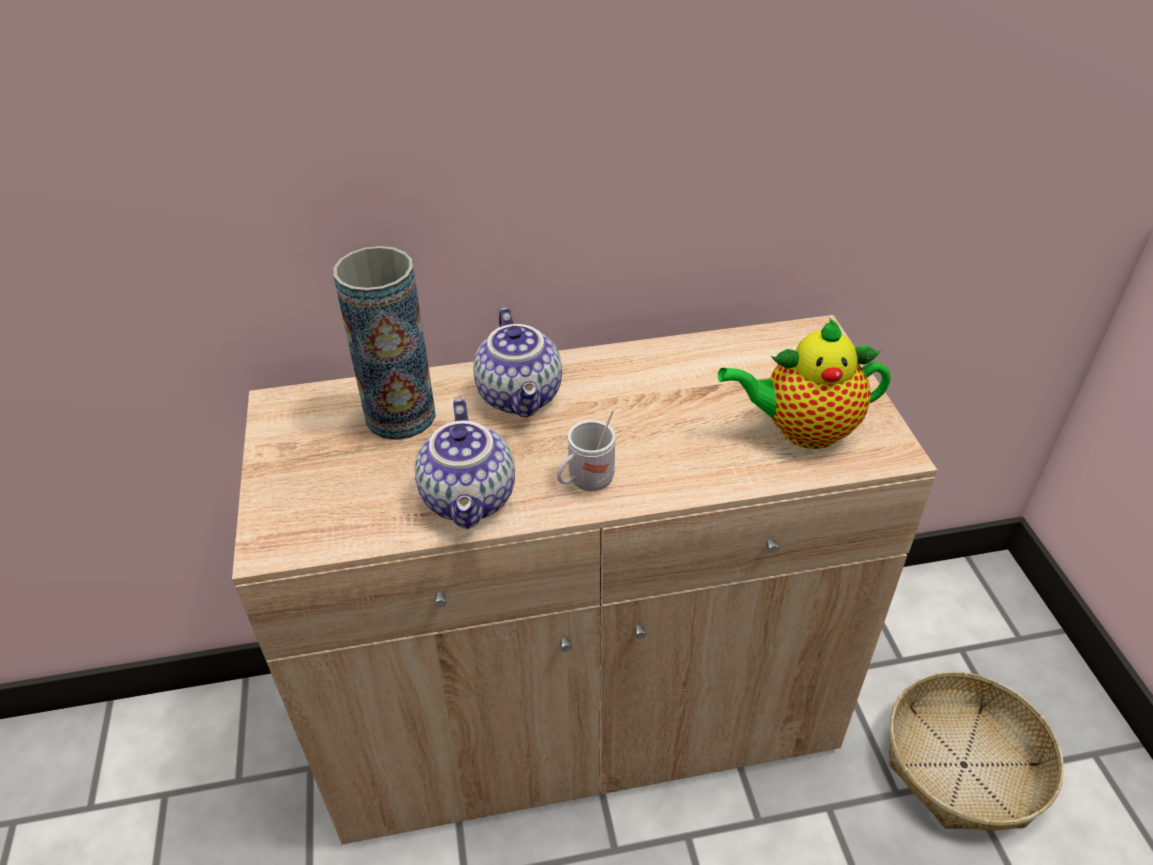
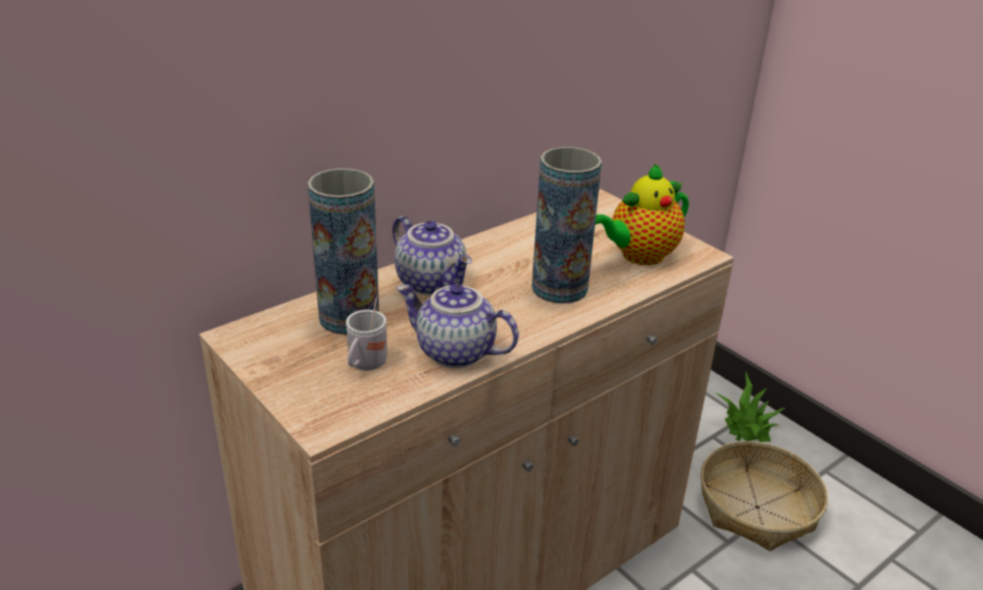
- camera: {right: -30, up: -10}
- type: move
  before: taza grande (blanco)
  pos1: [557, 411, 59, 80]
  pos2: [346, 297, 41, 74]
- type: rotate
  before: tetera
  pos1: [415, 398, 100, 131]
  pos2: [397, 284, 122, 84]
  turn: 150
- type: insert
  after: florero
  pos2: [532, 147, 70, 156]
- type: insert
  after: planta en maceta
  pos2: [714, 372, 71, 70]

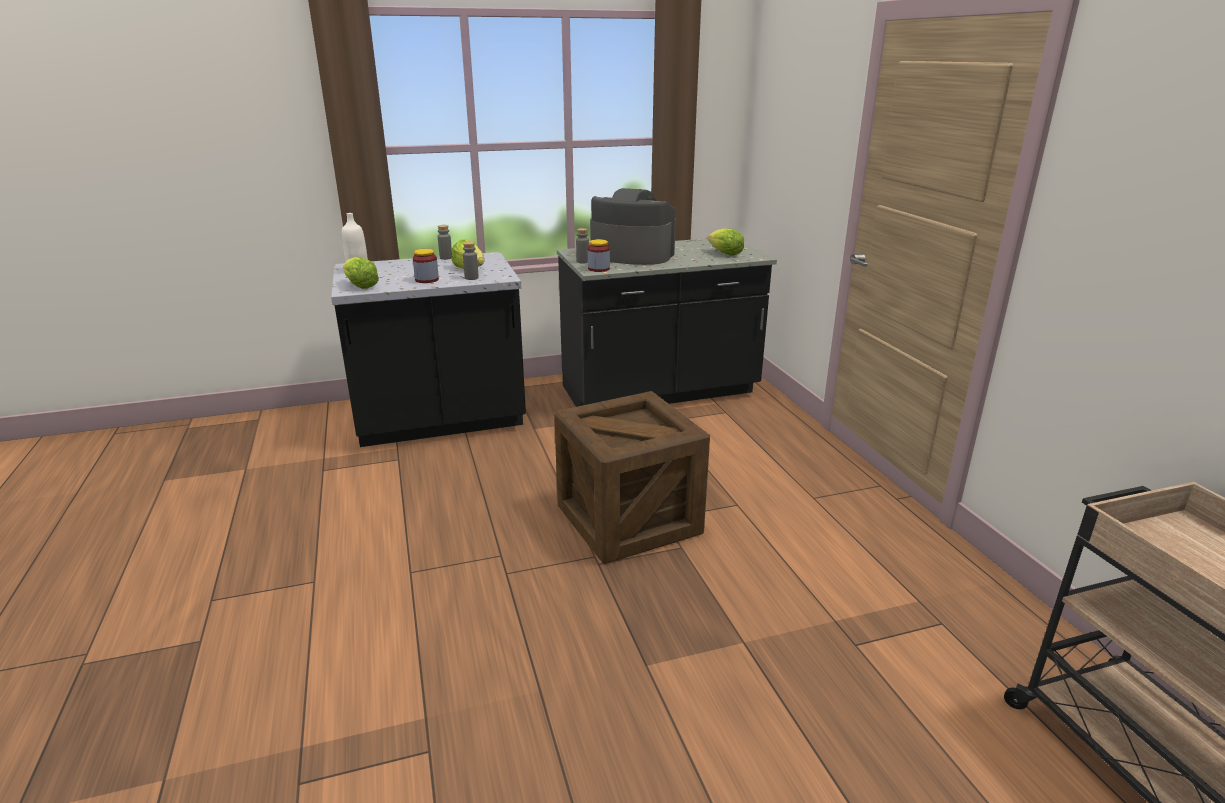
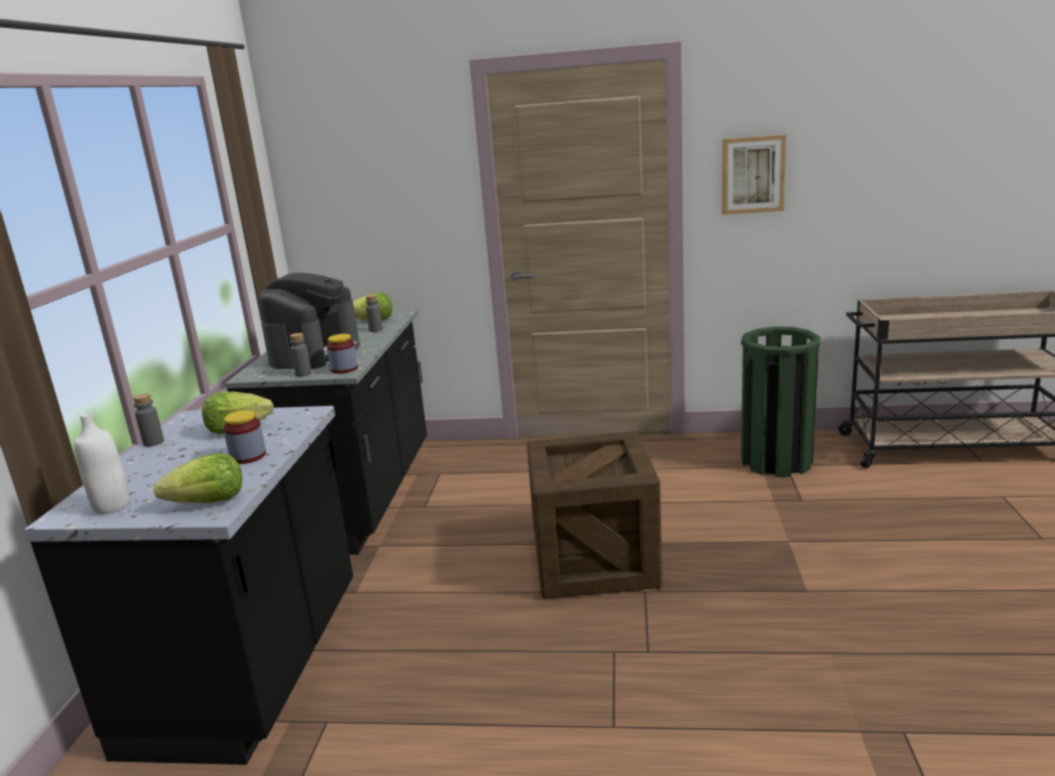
- camera: {right: -65, up: -5}
- type: rotate
  before: cafetera
  pos1: [590, 188, 86, 77]
  pos2: [258, 273, 102, 96]
  turn: 150
- type: move
  before: botella (gris)
  pos1: [463, 242, 16, 38]
  pos2: [365, 295, 18, 37]
- type: insert
  after: cuadro
  pos2: [722, 135, 64, 80]
- type: insert
  after: papelera (verde)
  pos2: [741, 326, 80, 151]

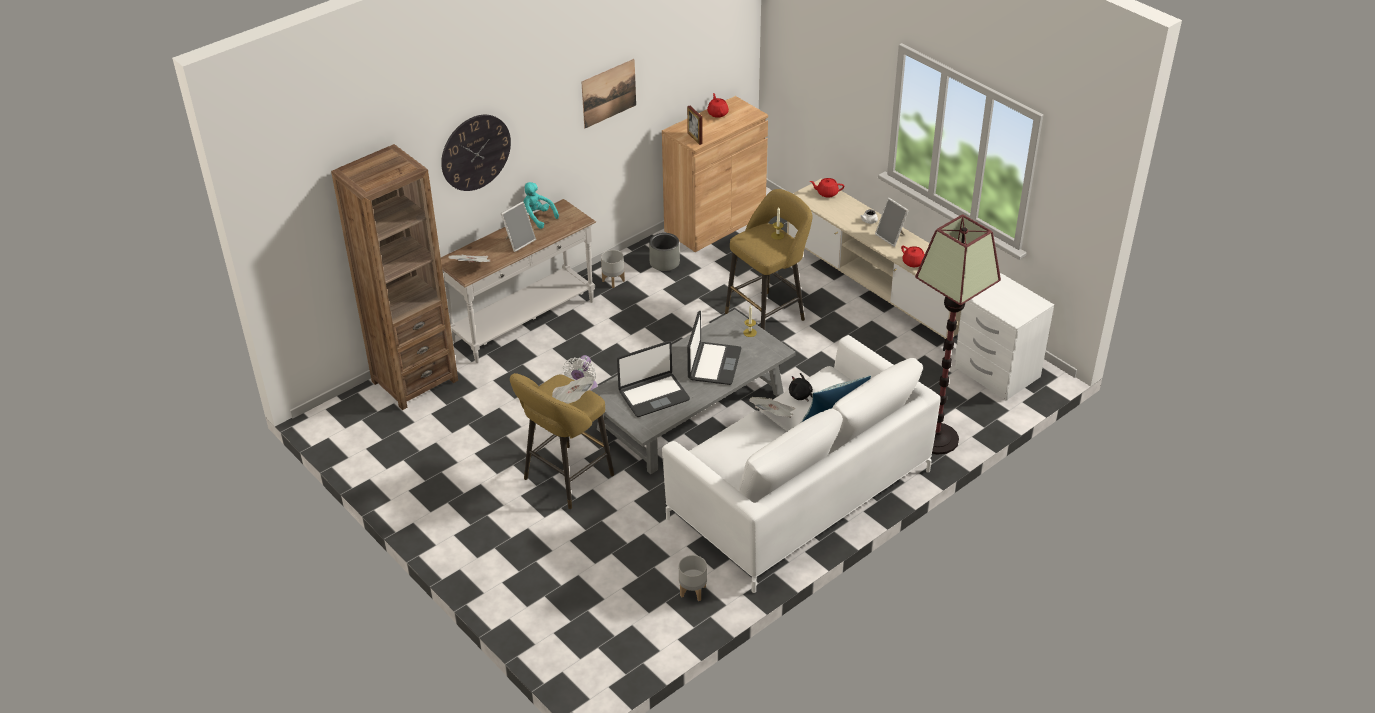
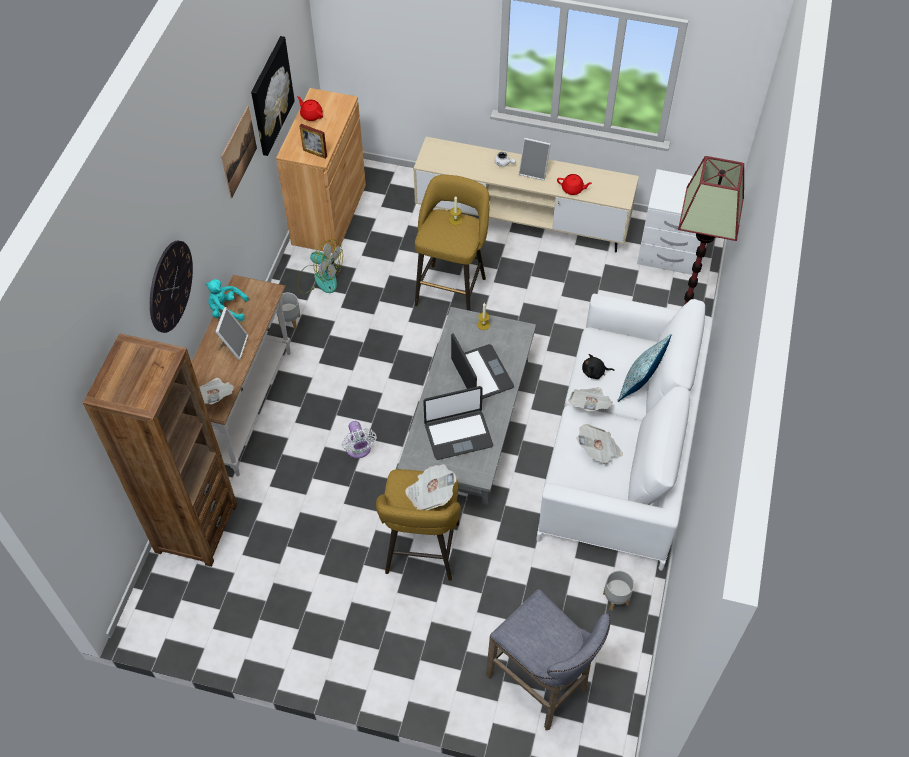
- camera: {right: -35, up: 15}
- type: insert
  after: cuadro
  pos2: [251, 36, 44, 120]
- type: replace
  before: maceta (gris)
  after: ventilador
  pos1: [649, 233, 31, 38]
  pos2: [297, 239, 46, 55]
- type: rotate
  before: portátil
  pos1: [617, 341, 73, 76]
  pos2: [423, 386, 70, 74]
  turn: 45
- type: insert
  after: taburete (gris)
  pos2: [486, 589, 124, 142]
- type: insert
  after: periódico
  pos2: [576, 424, 47, 40]
- type: delete
  before: tetera (rojo)
  pos1: [810, 178, 34, 20]

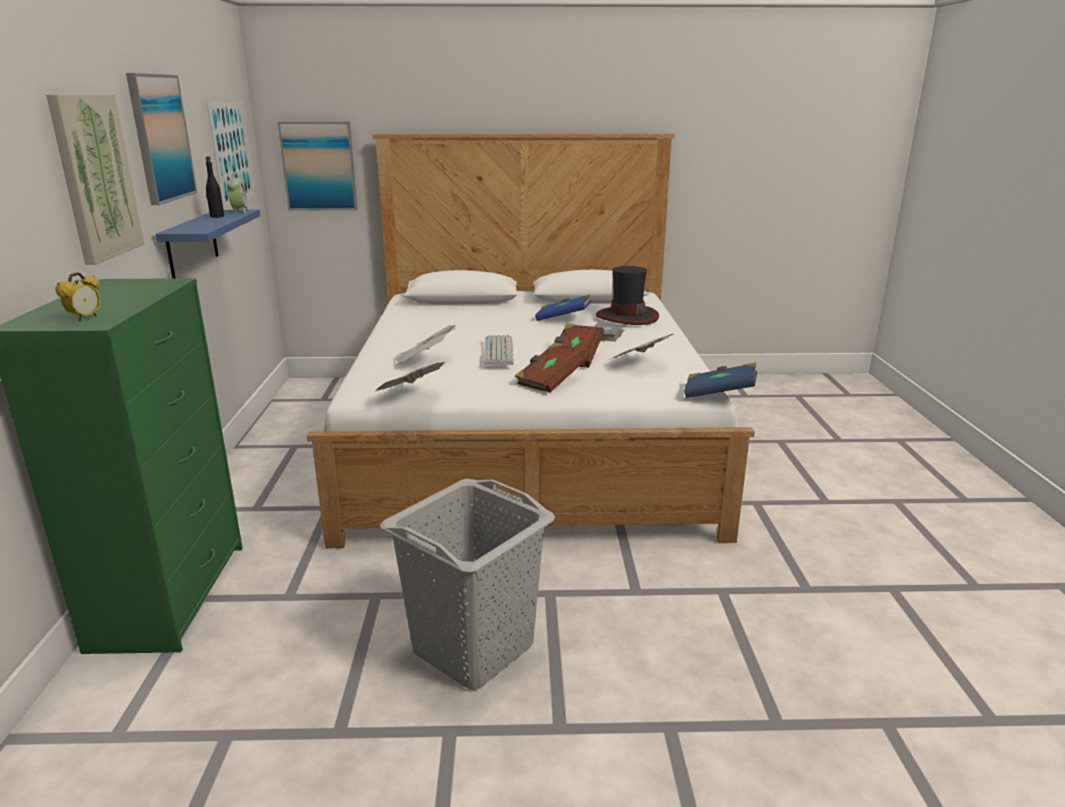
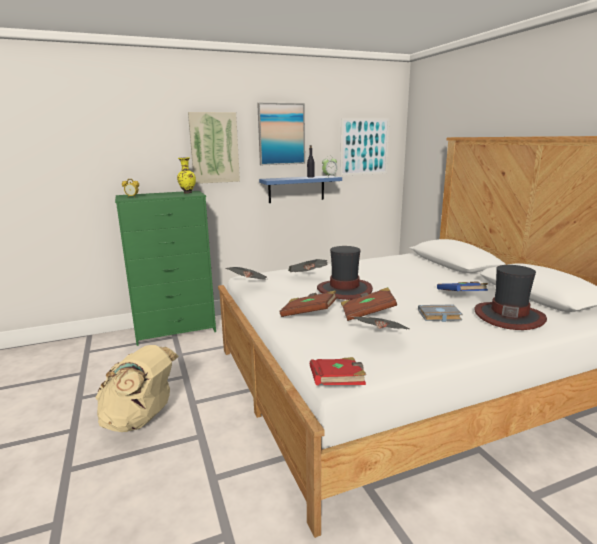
- camera: {right: 70, up: -5}
- type: replace
  before: cesto de la ropa (gris)
  after: mochila (beis)
  pos1: [380, 479, 175, 211]
  pos2: [96, 345, 83, 87]
- type: insert
  after: florero (amarillo)
  pos2: [177, 157, 19, 37]
- type: recolor
  before: libro (azul)
  after: libro (rojo)
  pos1: [684, 362, 73, 36]
  pos2: [310, 357, 56, 28]
- type: replace
  before: teclado
  after: sombrero
  pos1: [484, 335, 29, 30]
  pos2: [317, 246, 56, 54]
- type: delete
  before: cuadro
  pos1: [278, 122, 79, 88]

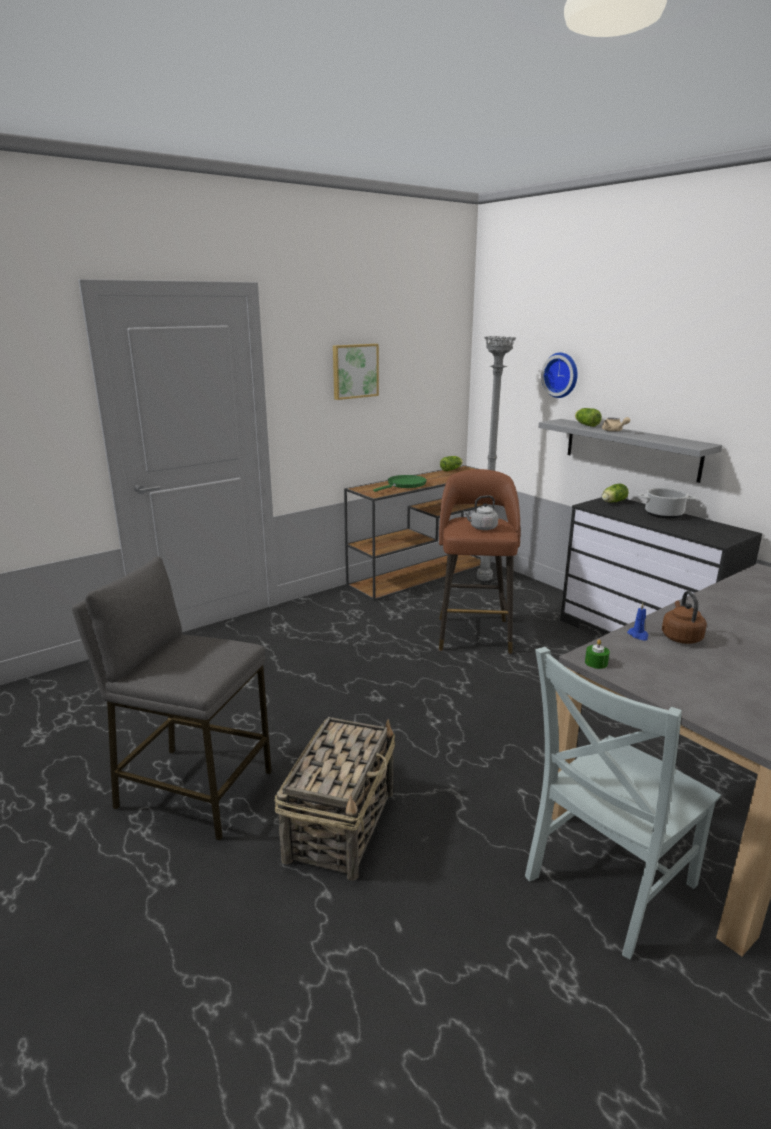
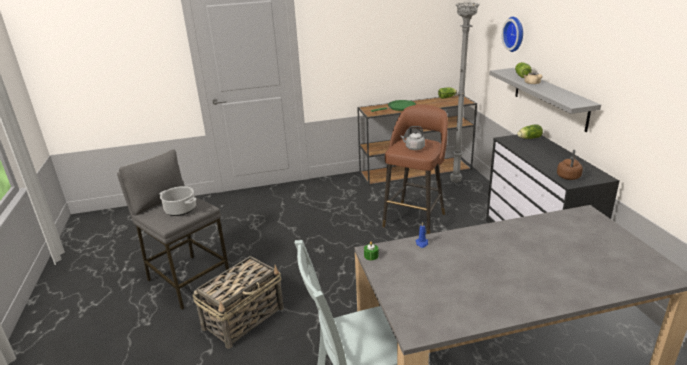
- camera: {right: 25, up: 5}
- type: move
  before: olla
  pos1: [638, 488, 58, 30]
  pos2: [160, 186, 36, 30]
- type: move
  before: hervidor (marrón)
  pos1: [662, 591, 45, 53]
  pos2: [557, 150, 26, 30]
- type: delete
  before: cuadro
  pos1: [333, 344, 46, 56]

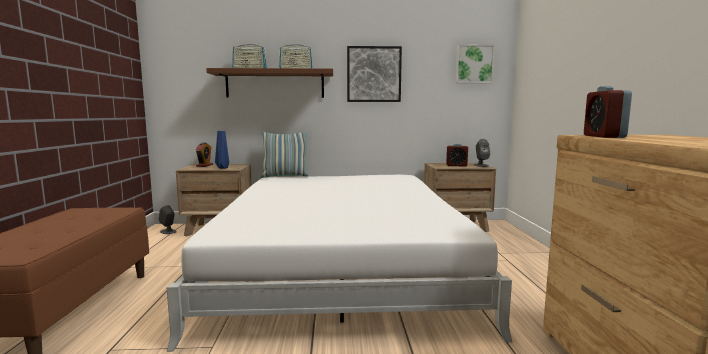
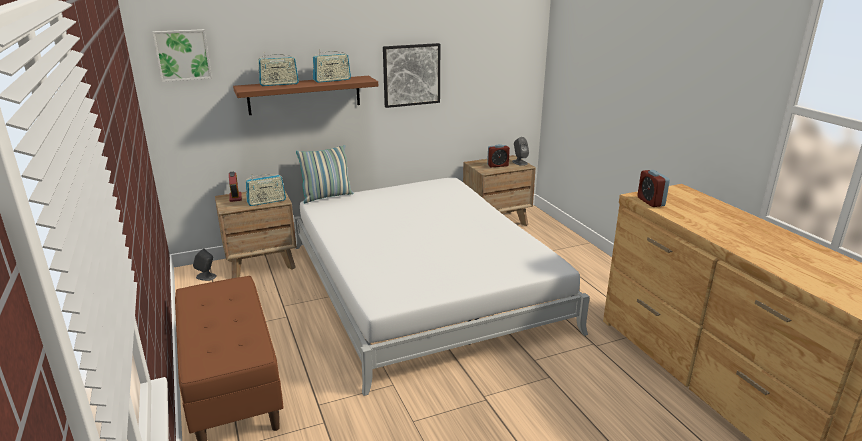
- camera: {right: -20, up: 15}
- type: move
  before: cuadro
  pos1: [455, 44, 40, 39]
  pos2: [153, 29, 59, 53]
- type: replace
  before: florero (azul)
  after: radio
  pos1: [215, 131, 14, 38]
  pos2: [245, 174, 41, 32]

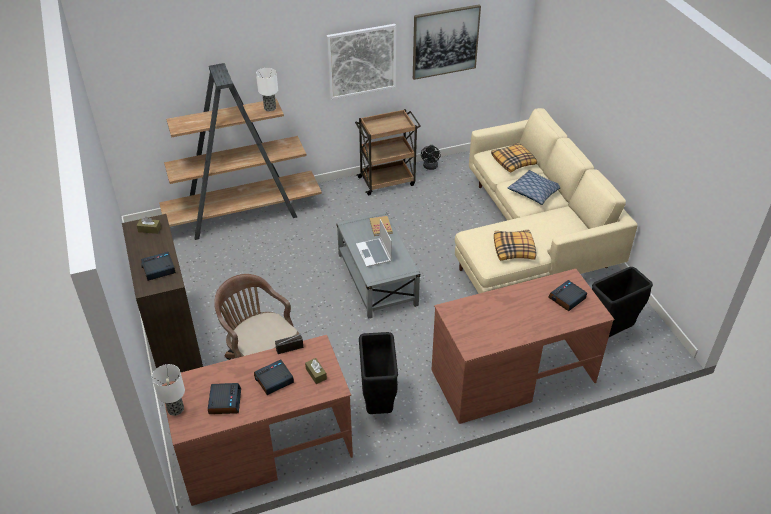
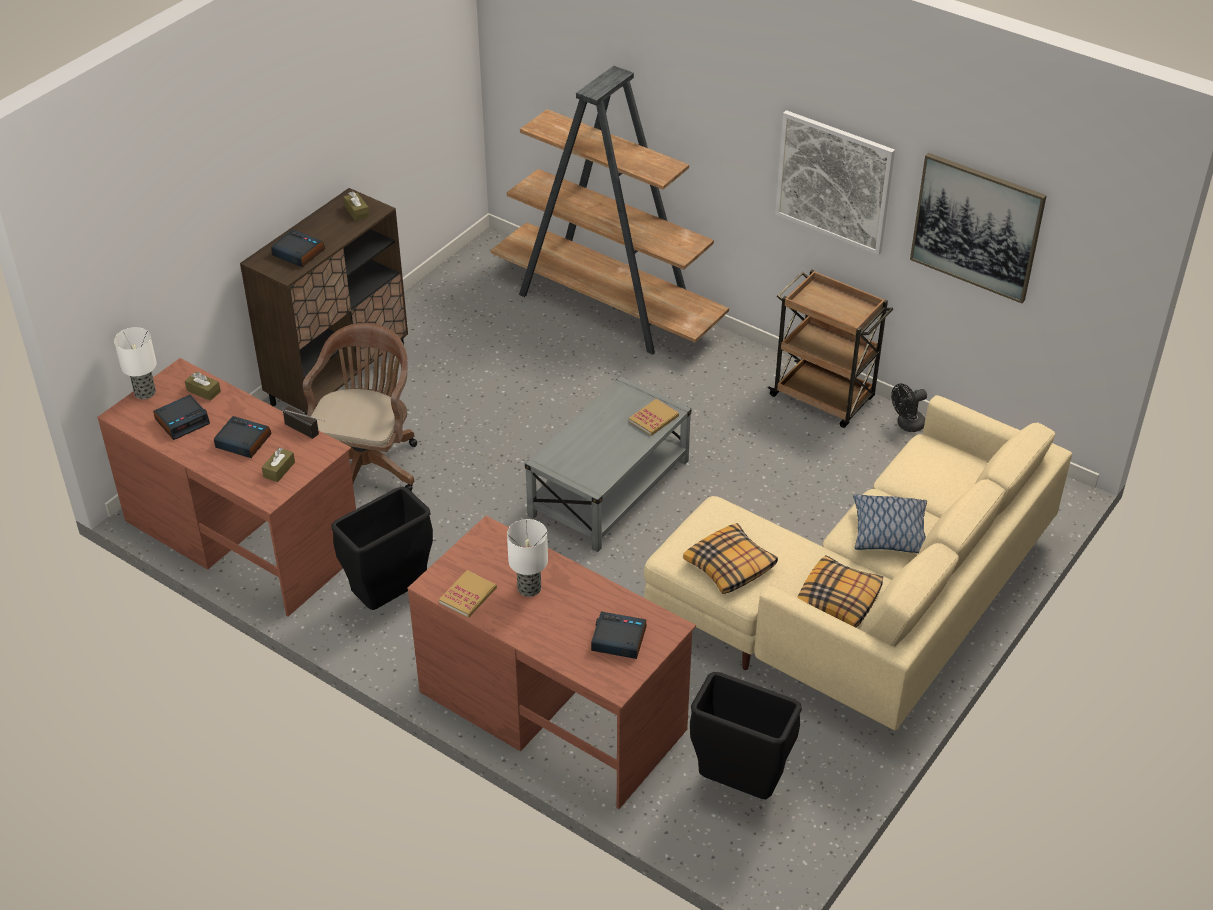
- camera: {right: 55, up: 0}
- type: insert
  after: caja de pañuelos (marrón)
  pos2: [185, 372, 36, 29]
- type: insert
  after: libro
  pos2: [439, 570, 58, 48]
- type: move
  before: lámpara de mesa
  pos1: [256, 68, 22, 43]
  pos2: [507, 519, 41, 78]
- type: move
  before: cojín
  pos1: [491, 142, 46, 30]
  pos2: [797, 555, 86, 72]
- type: delete
  before: portátil
  pos1: [356, 219, 36, 48]

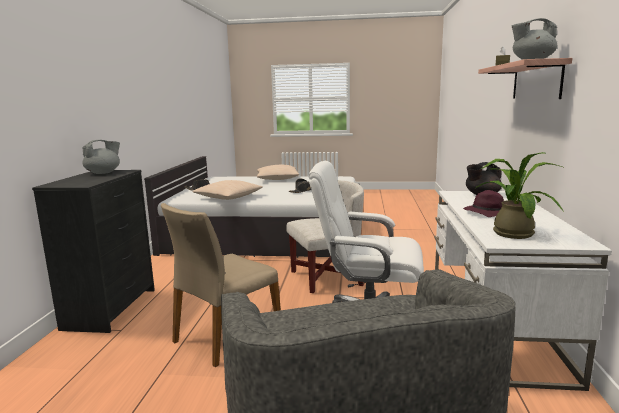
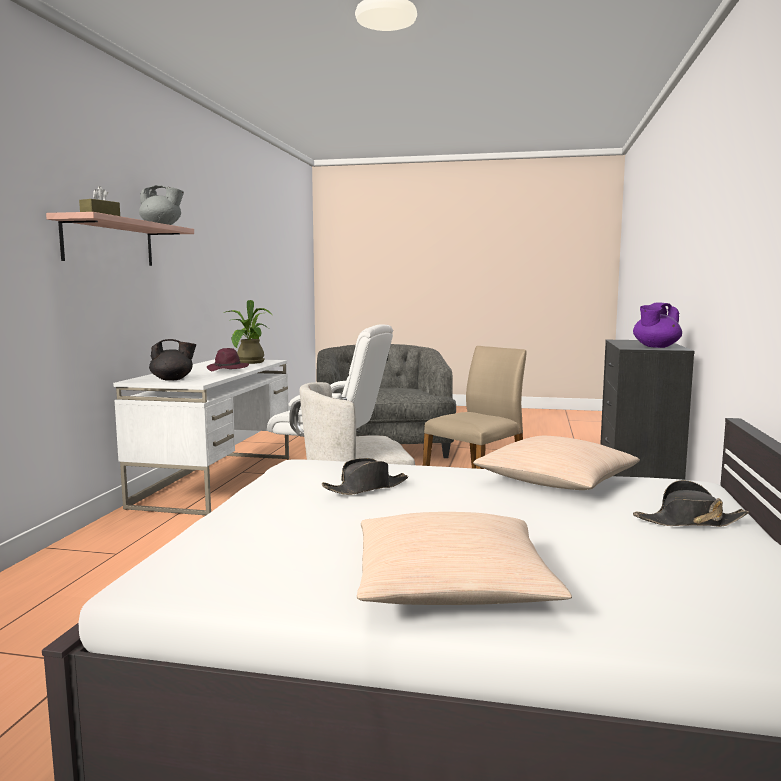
- camera: {right: -175, up: -5}
- type: recolor
  before: tetera (gris)
  after: tetera (morado)
  pos1: [82, 140, 38, 34]
  pos2: [633, 303, 49, 45]

